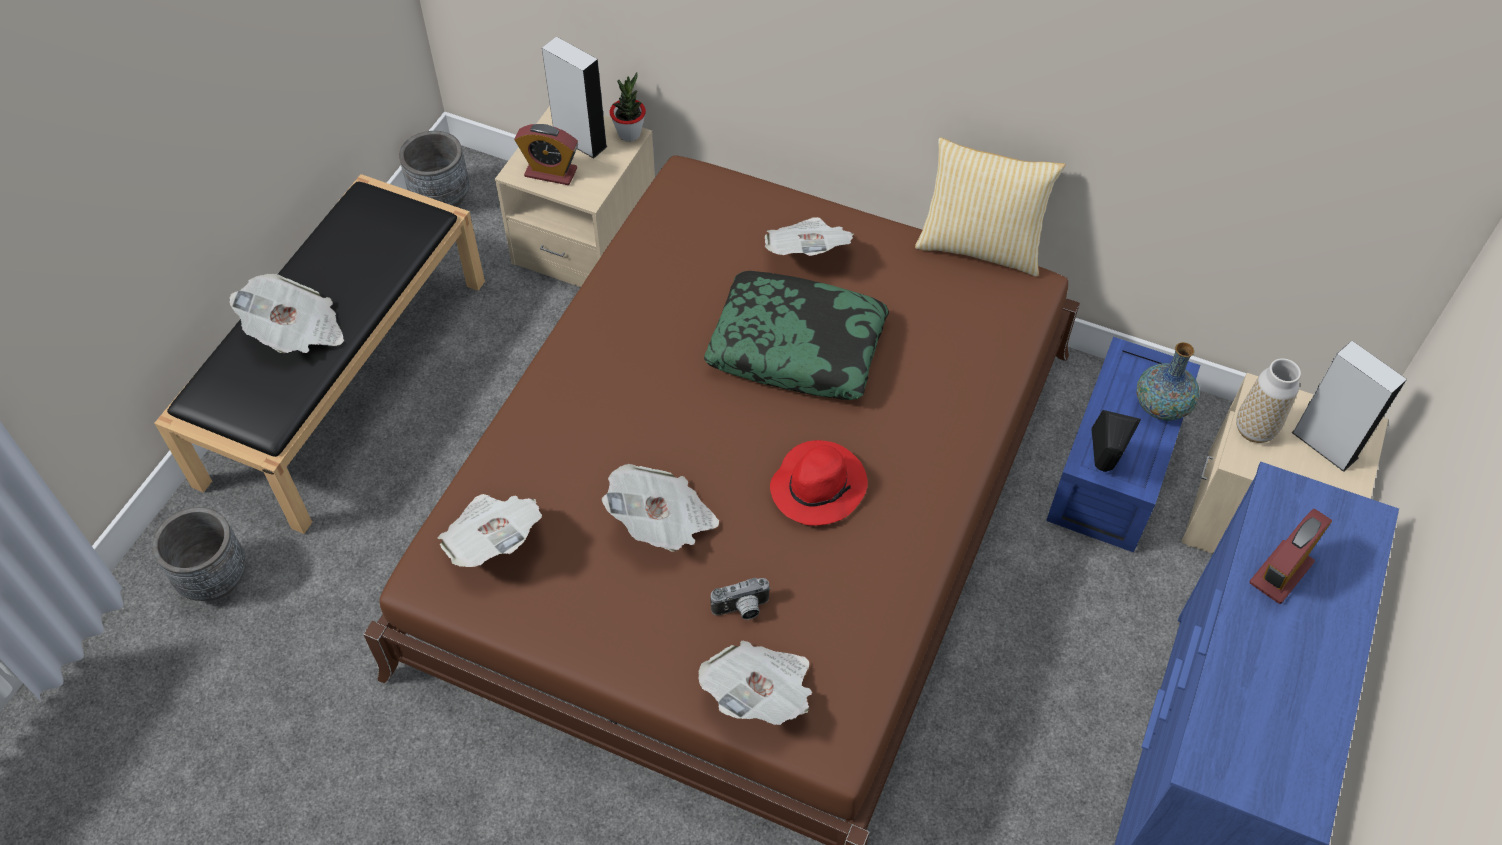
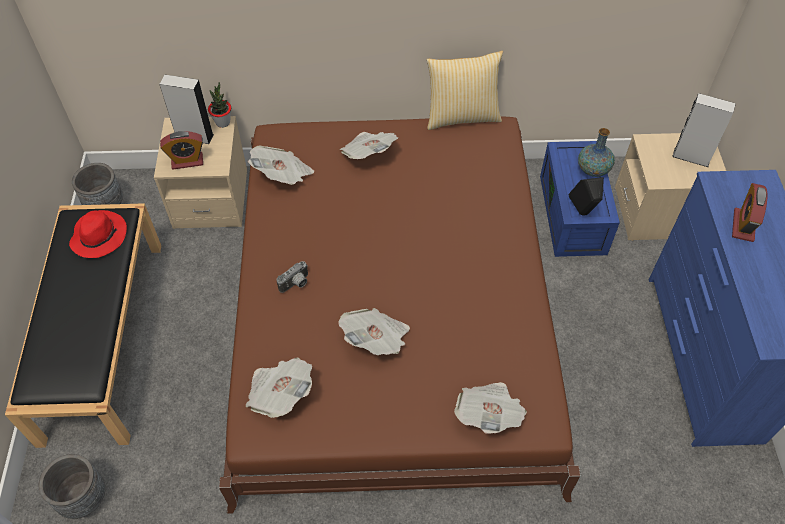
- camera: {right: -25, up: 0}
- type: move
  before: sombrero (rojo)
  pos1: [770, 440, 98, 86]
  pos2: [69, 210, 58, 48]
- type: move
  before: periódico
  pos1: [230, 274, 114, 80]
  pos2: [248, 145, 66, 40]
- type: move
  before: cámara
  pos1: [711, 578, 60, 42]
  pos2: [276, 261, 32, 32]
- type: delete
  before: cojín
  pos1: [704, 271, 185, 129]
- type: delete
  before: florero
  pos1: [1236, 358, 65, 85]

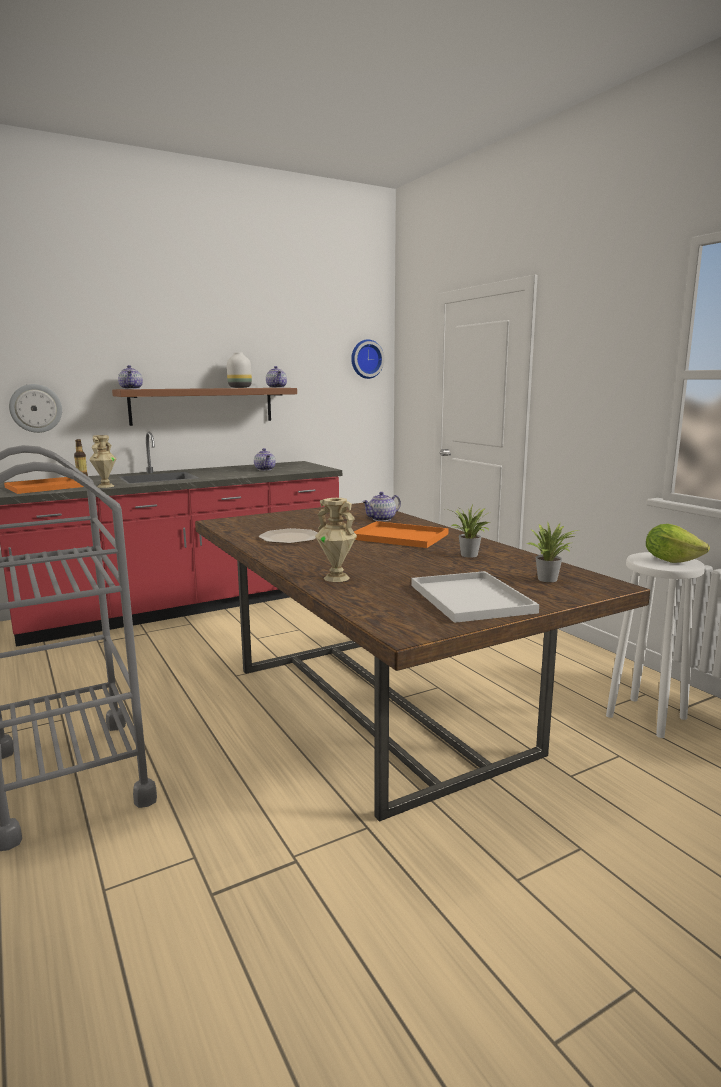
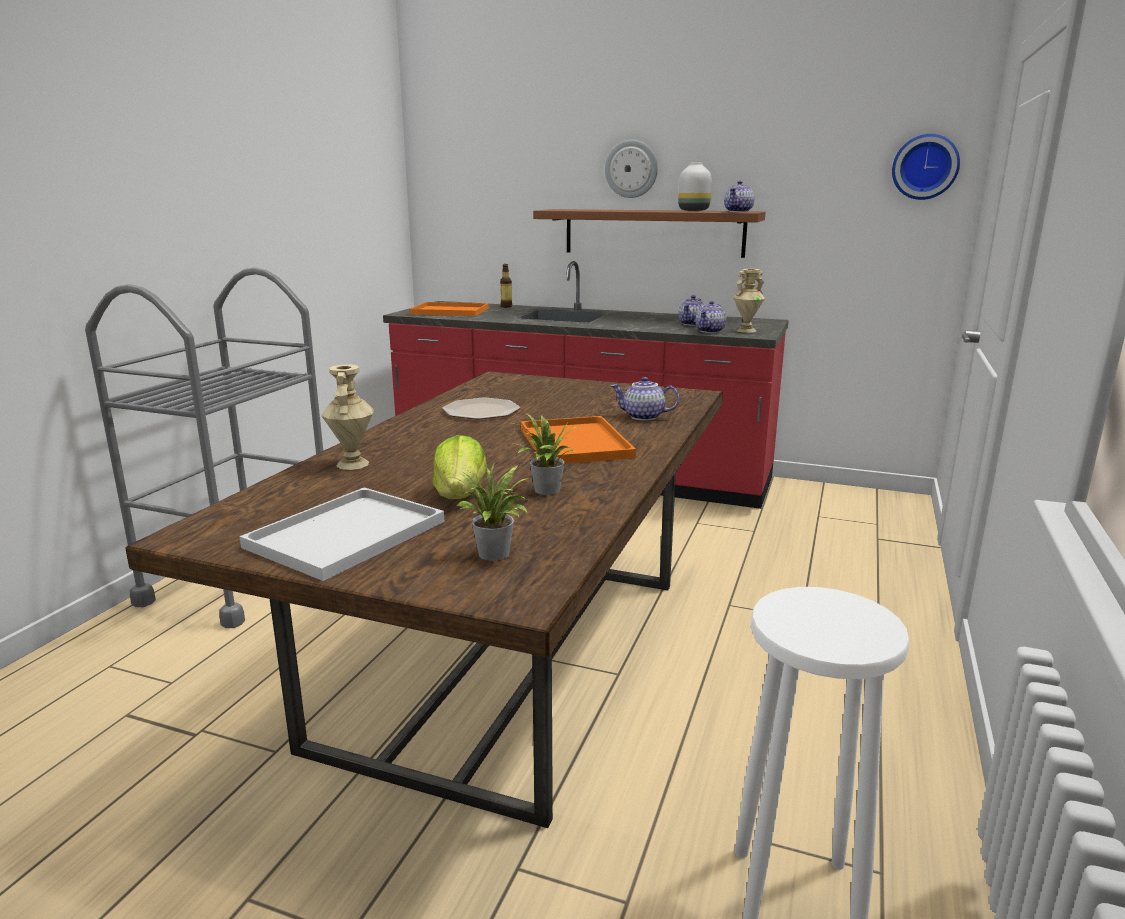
- camera: {right: 50, up: 5}
- type: move
  before: lechuga
  pos1: [646, 524, 64, 39]
  pos2: [433, 435, 54, 64]
- type: move
  before: reloj de pared
  pos1: [9, 384, 53, 49]
  pos2: [605, 140, 53, 58]
- type: move
  before: tetera
  pos1: [118, 365, 25, 24]
  pos2: [695, 301, 32, 32]
- type: move
  before: florero (beis)
  pos1: [89, 435, 27, 53]
  pos2: [733, 269, 32, 64]

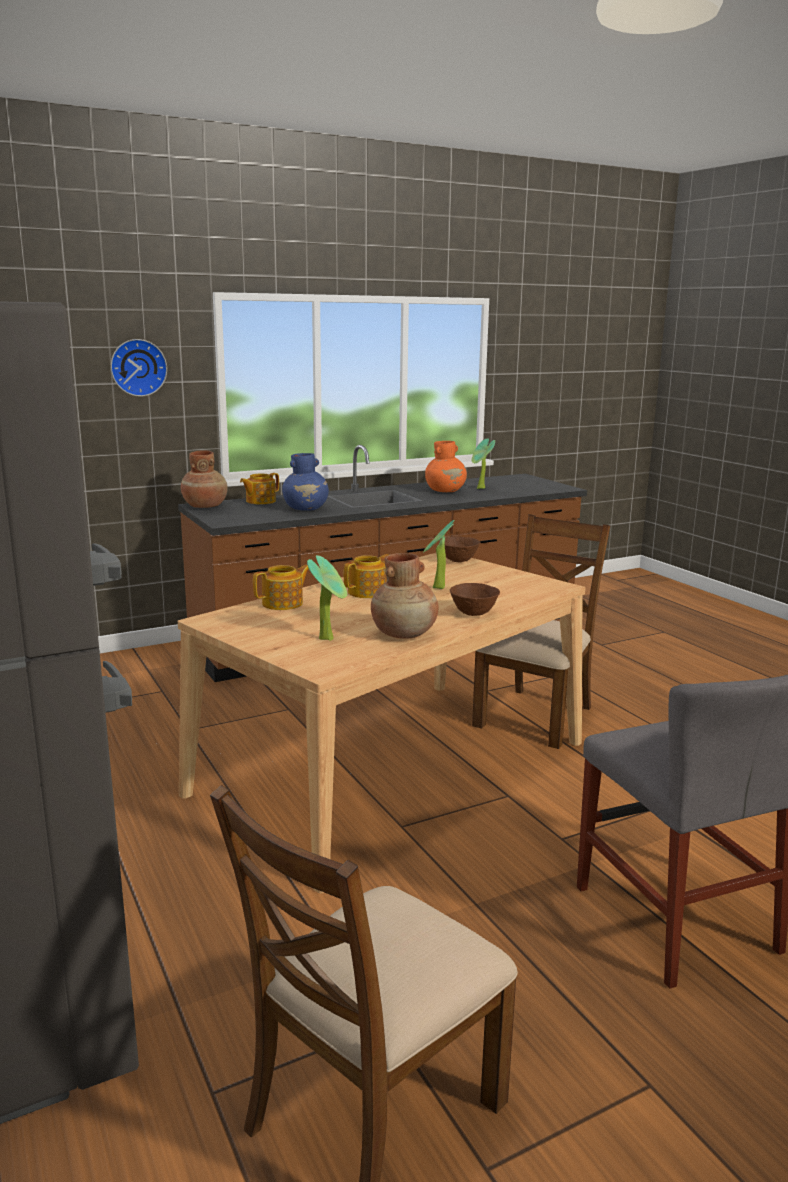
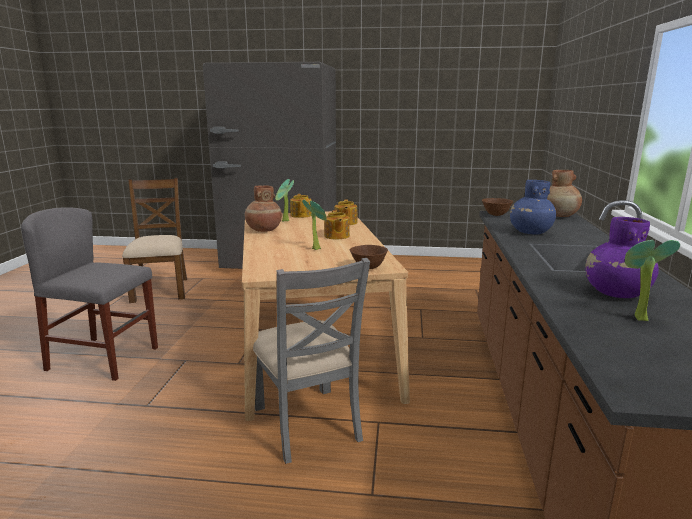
- camera: {right: 125, up: 0}
- type: recolor
  before: silla (marrón)
  after: silla (gris)
  pos1: [472, 514, 138, 235]
  pos2: [253, 258, 117, 206]
- type: move
  before: tetera
  pos1: [240, 473, 39, 31]
  pos2: [290, 194, 22, 24]
- type: move
  before: cuenco (marrón)
  pos1: [450, 583, 50, 33]
  pos2: [482, 198, 31, 18]
- type: recolor
  before: florero (naranja)
  after: florero (morado)
  pos1: [425, 441, 42, 51]
  pos2: [585, 217, 74, 81]
- type: delete
  before: reloj de pared
  pos1: [110, 339, 57, 58]

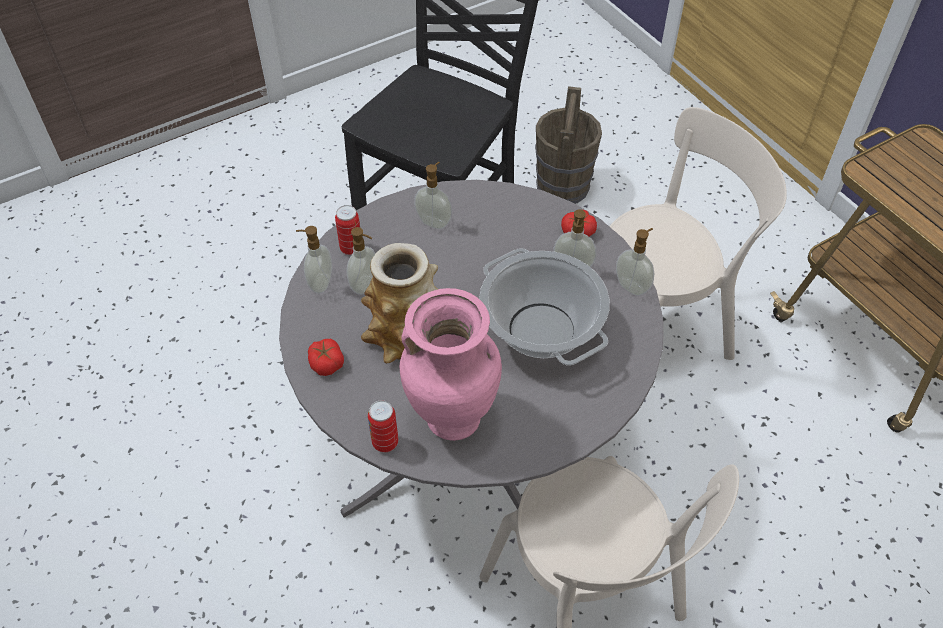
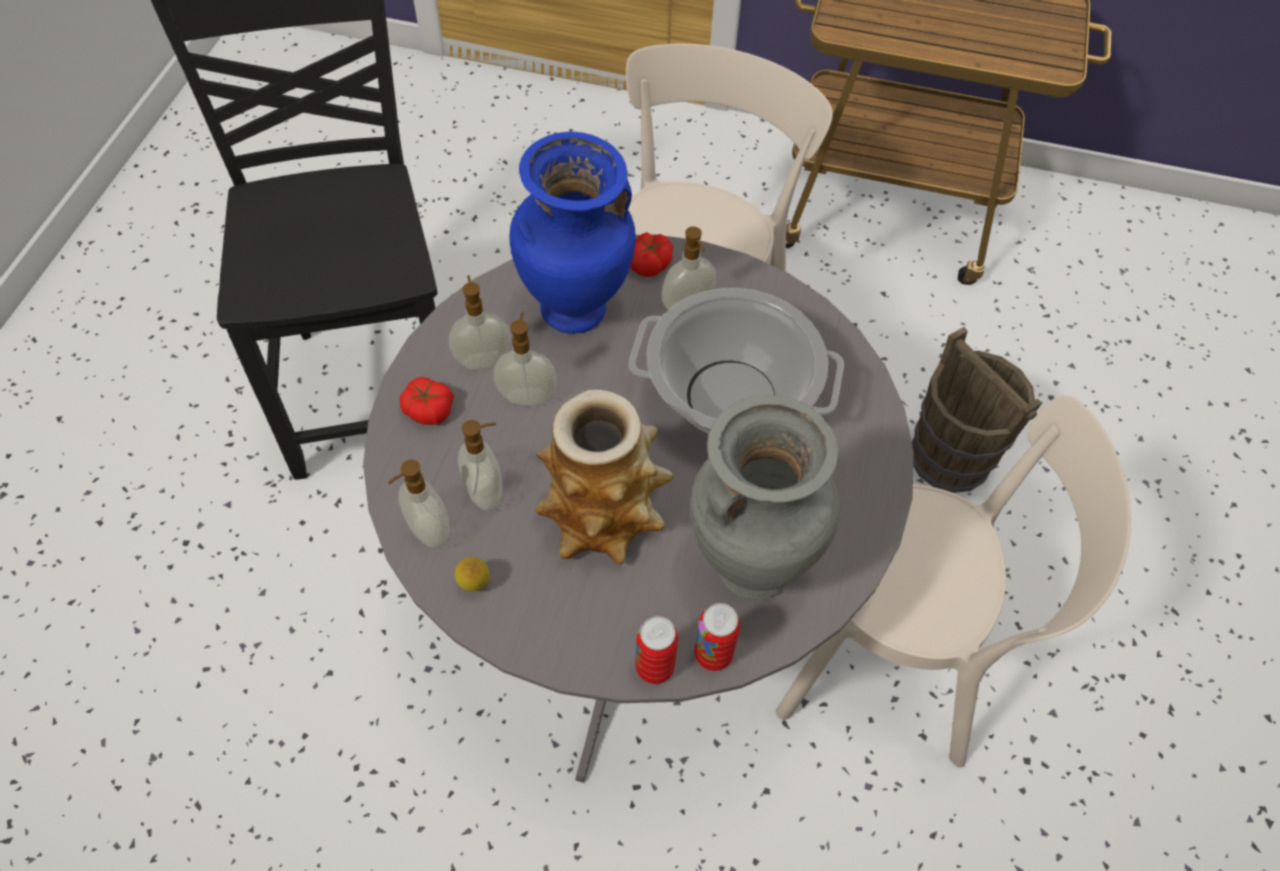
- camera: {right: -45, up: 5}
- type: move
  before: tomate
  pos1: [308, 339, 36, 37]
  pos2: [400, 377, 54, 48]
- type: insert
  after: limón
  pos2: [455, 557, 34, 35]
- type: move
  before: dispensador de jabón
  pos1: [616, 228, 38, 68]
  pos2: [493, 312, 64, 94]
- type: insert
  after: florero (azul)
  pos2: [510, 132, 125, 202]
- type: move
  before: lata
  pos1: [335, 205, 25, 50]
  pos2: [635, 616, 43, 68]
- type: recolor
  before: florero (rosa)
  after: florero (gris)
  pos1: [400, 288, 102, 153]
  pos2: [690, 395, 150, 205]
- type: move
  before: cubo (marrón)
  pos1: [535, 86, 67, 118]
  pos2: [912, 327, 130, 166]

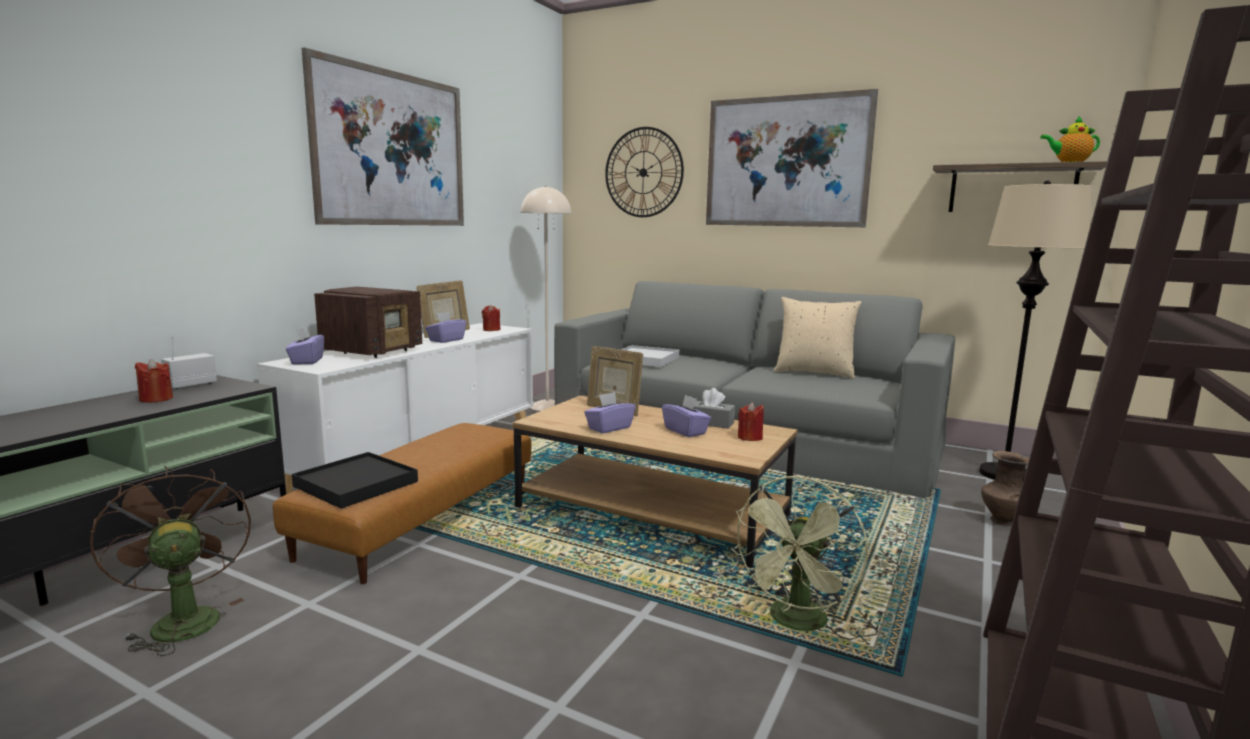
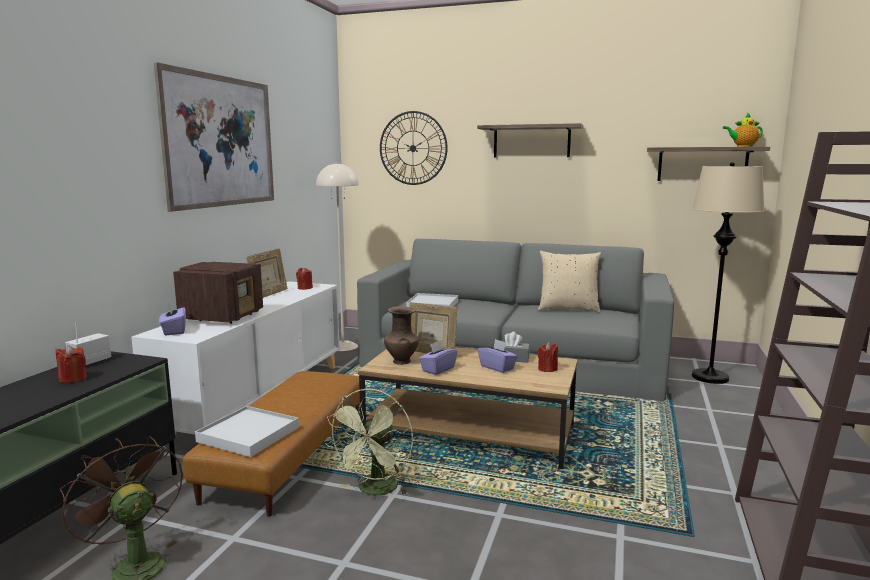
- camera: {right: -10, up: 0}
- type: recolor
  before: bandeja (negro)
  after: bandeja (blanco)
  pos1: [292, 452, 126, 57]
  pos2: [195, 406, 104, 51]
- type: move
  before: ventilador (verde)
  pos1: [731, 476, 137, 158]
  pos2: [325, 389, 88, 107]
- type: move
  before: florero (marrón)
  pos1: [981, 451, 48, 75]
  pos2: [384, 306, 35, 59]
- type: replace
  before: cuadro
  after: estante
  pos1: [706, 89, 172, 138]
  pos2: [477, 123, 106, 34]
- type: delete
  before: caja de pañuelos (morado)
  pos1: [425, 312, 41, 31]

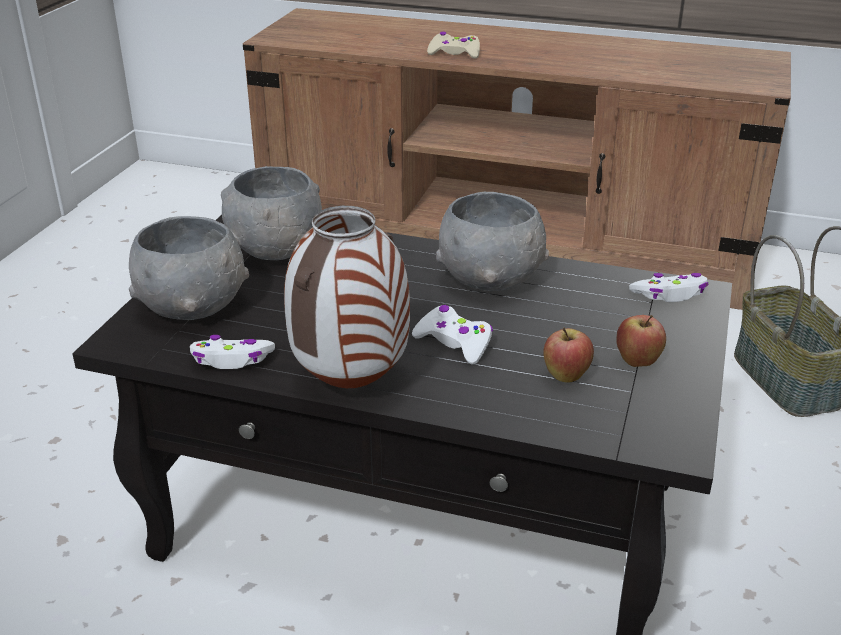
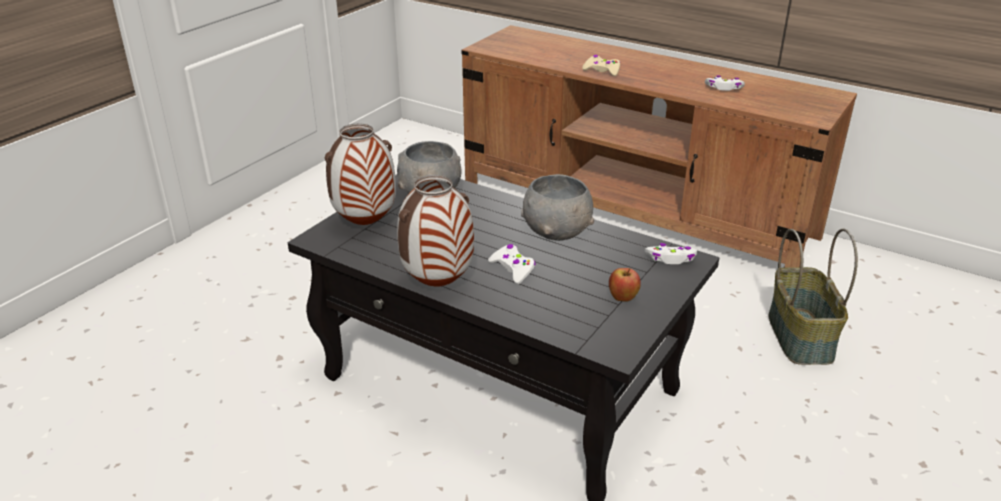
- camera: {right: 15, up: 0}
- type: replace
  before: cuenco (gris)
  after: florero
  pos1: [129, 216, 120, 104]
  pos2: [325, 124, 71, 101]
- type: move
  before: mando de consola (blanco)
  pos1: [190, 335, 85, 34]
  pos2: [705, 75, 40, 16]
- type: delete
  before: manzana
  pos1: [543, 327, 51, 56]

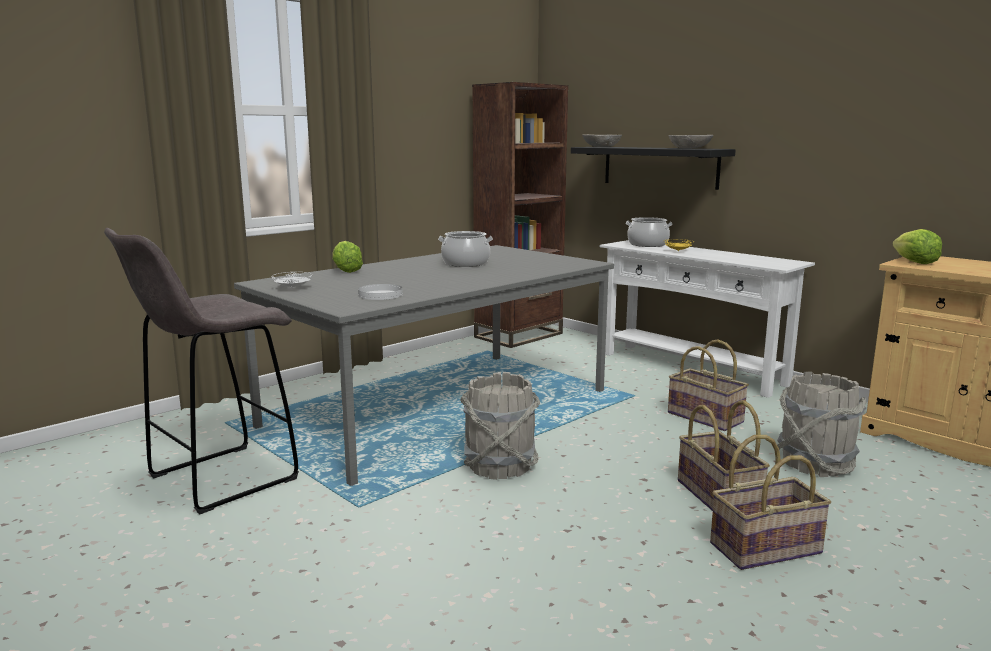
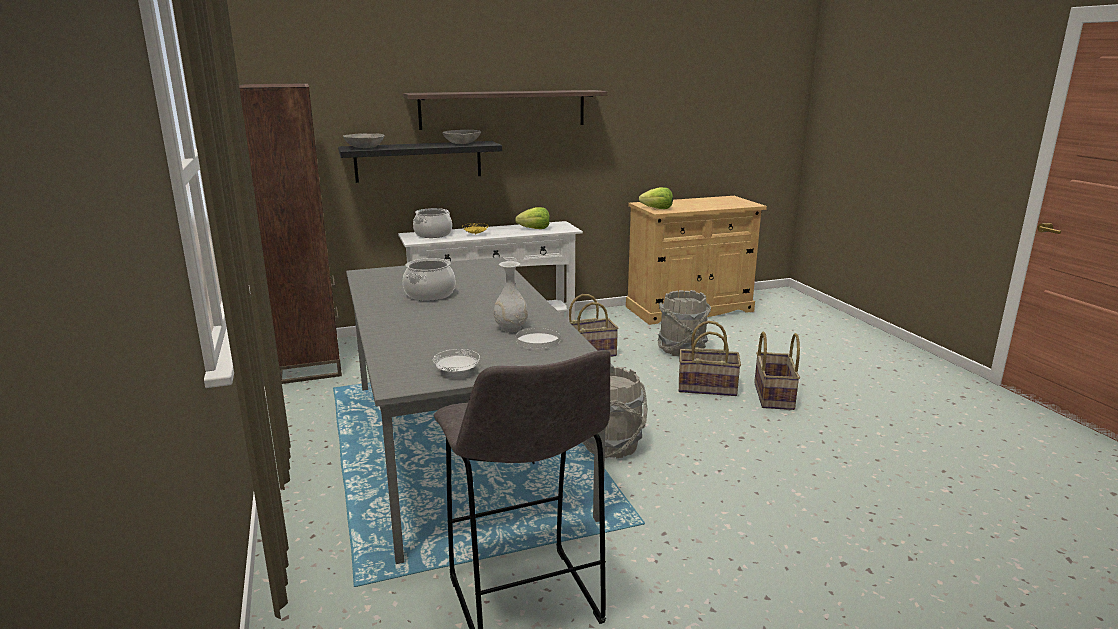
- camera: {right: -65, up: 5}
- type: insert
  after: estante
  pos2: [403, 90, 205, 40]
- type: insert
  after: florero (blanco)
  pos2: [494, 261, 34, 71]
- type: move
  before: lechuga
  pos1: [332, 241, 31, 32]
  pos2: [515, 207, 35, 22]

